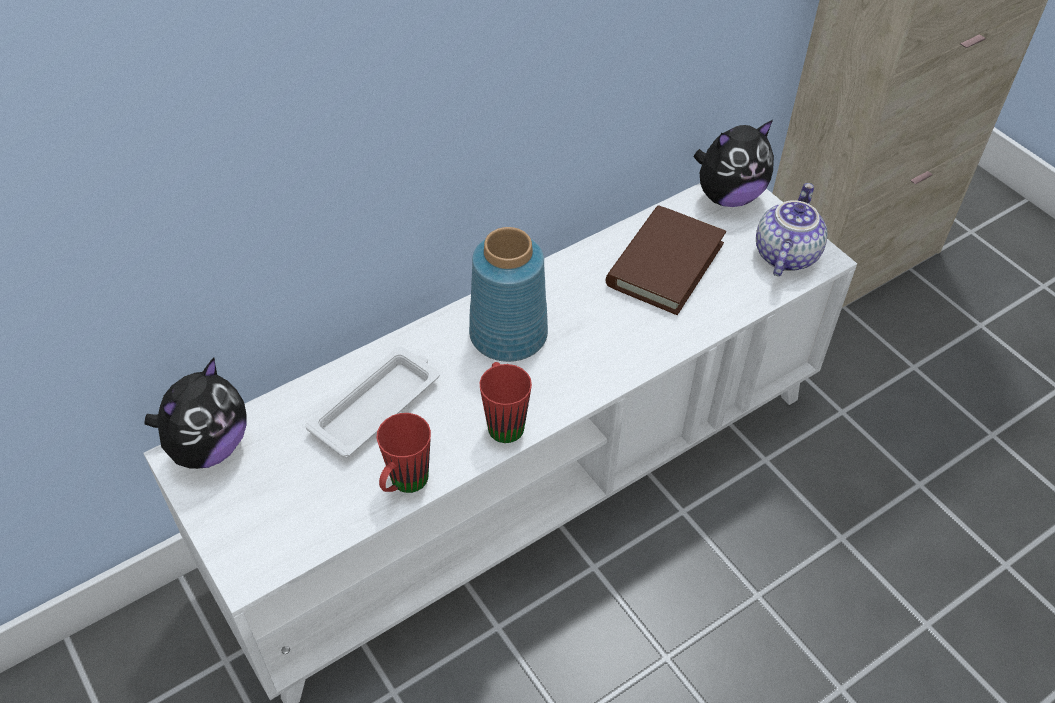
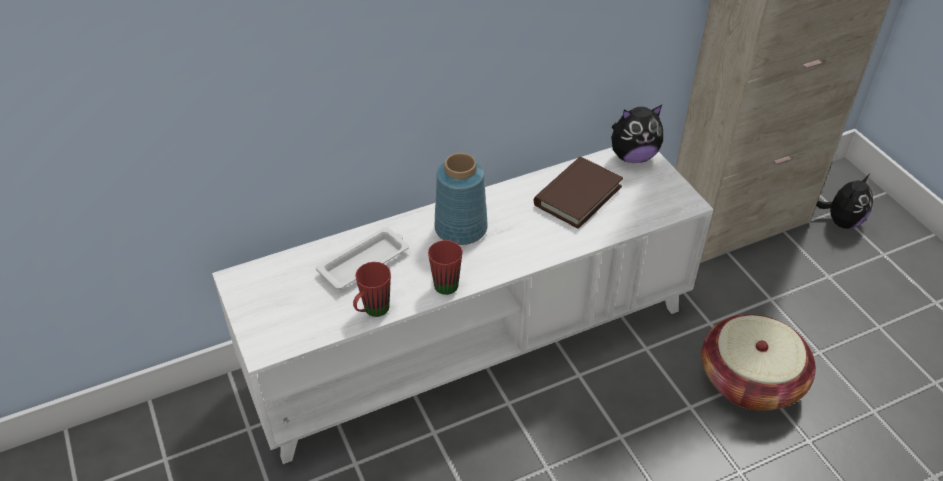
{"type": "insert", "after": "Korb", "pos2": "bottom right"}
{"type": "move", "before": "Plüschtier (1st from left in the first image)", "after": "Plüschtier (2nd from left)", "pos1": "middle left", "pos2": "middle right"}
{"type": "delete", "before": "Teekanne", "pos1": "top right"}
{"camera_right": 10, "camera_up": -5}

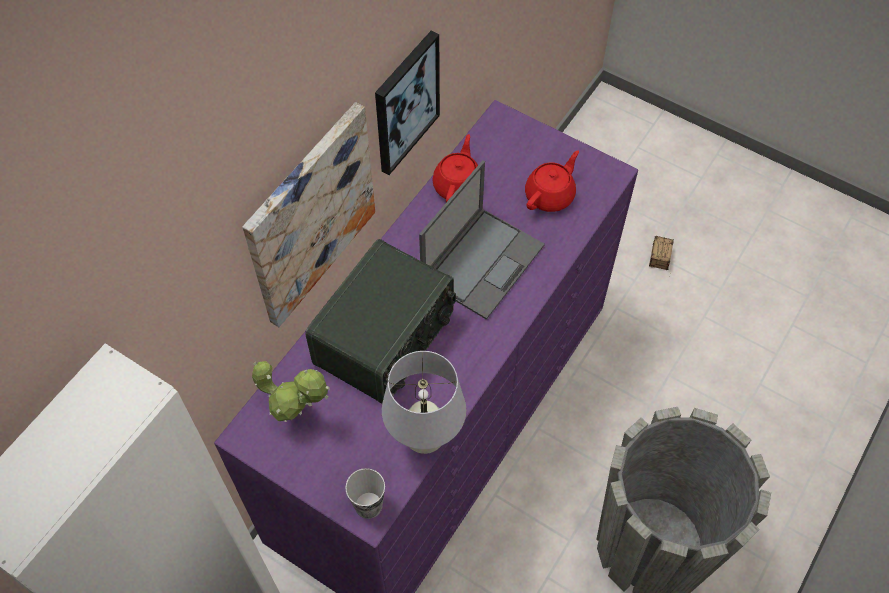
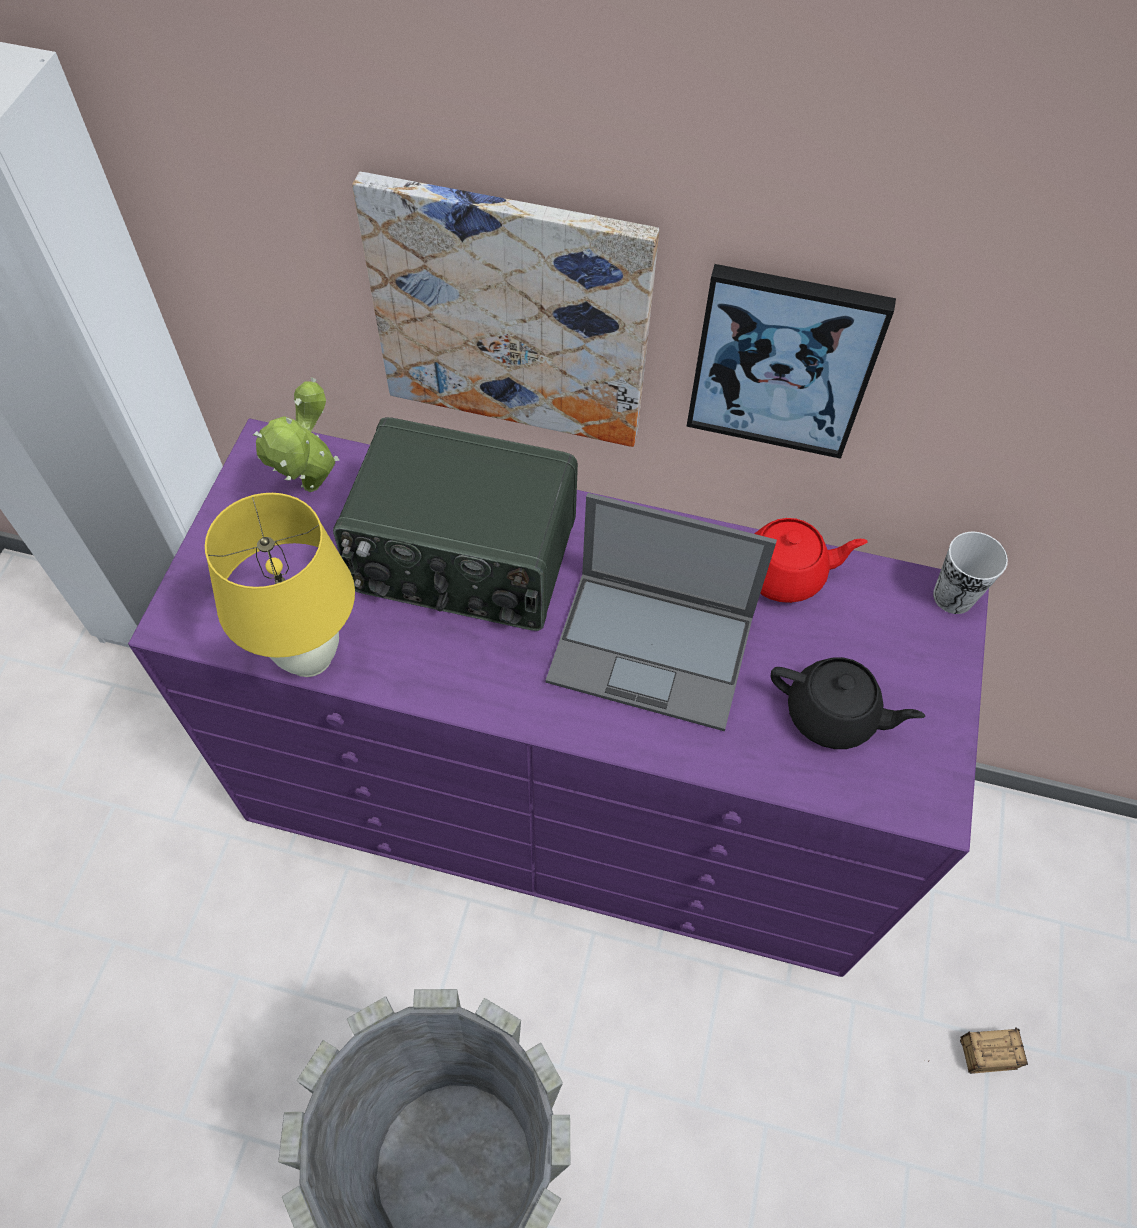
{"type": "recolor", "before": "Tischlampe [weiß]", "after": "Tischlampe [gelb]", "pos1": "bottom centre", "pos2": "middle left"}
{"type": "recolor", "before": "Teekanne [rot] (2nd from left)", "after": "Teekanne [schwarz]", "pos1": "top centre", "pos2": "middle right"}
{"type": "move", "before": "Tasse", "pos1": "bottom centre", "pos2": "middle right"}
{"camera_right": 70, "camera_up": 0}

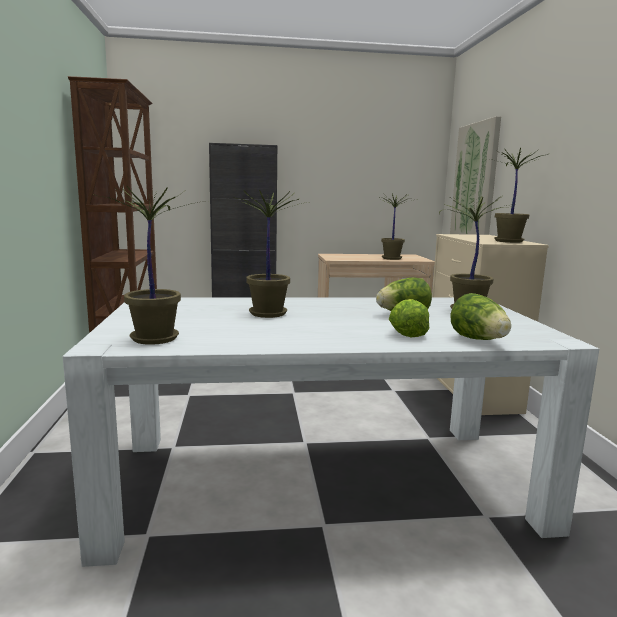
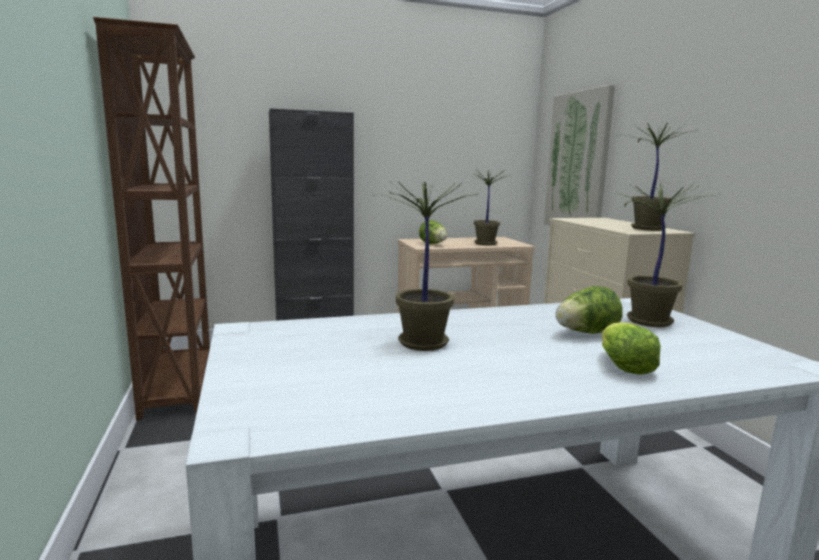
{"type": "move", "before": "Salatkopf (3rd from left in the first image)", "after": "Salatkopf (1st from left)", "pos1": "middle right", "pos2": "centre"}
{"type": "delete", "before": "Topfpflanze (1st from left)", "pos1": "middle left"}
{"camera_right": -10, "camera_up": 0}

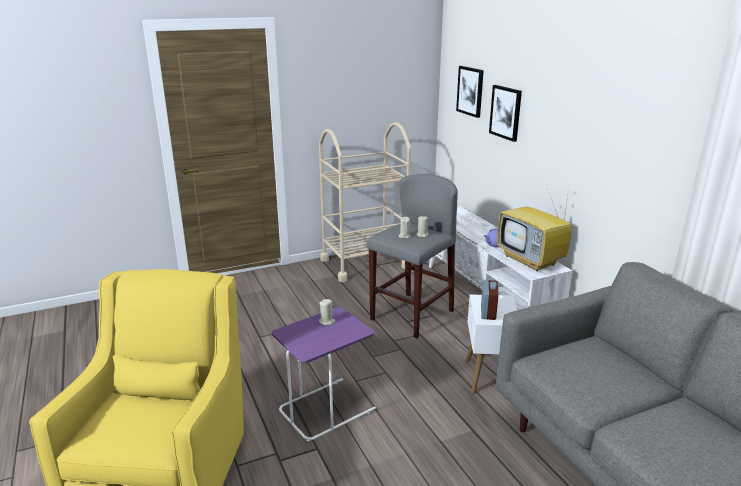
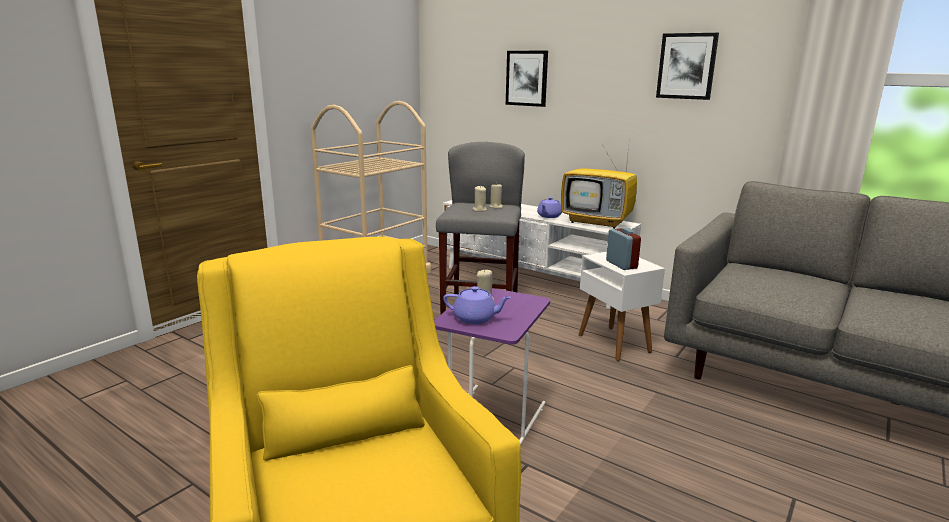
{"type": "insert", "after": "Teekanne [lila] (1st from left)", "pos2": "centre"}
{"type": "move", "before": "Bild (1st from left in the first image)", "after": "Bild (2nd from left)", "pos1": "top centre", "pos2": "top right"}
{"camera_right": -30, "camera_up": -5}

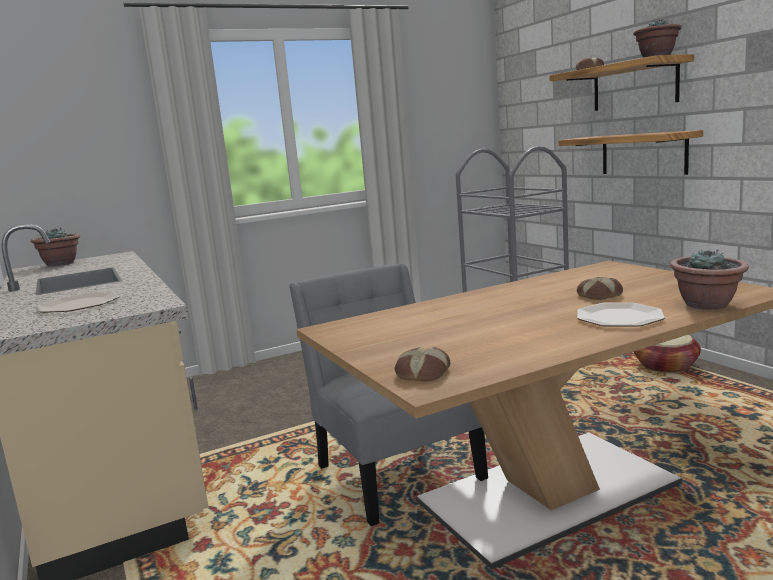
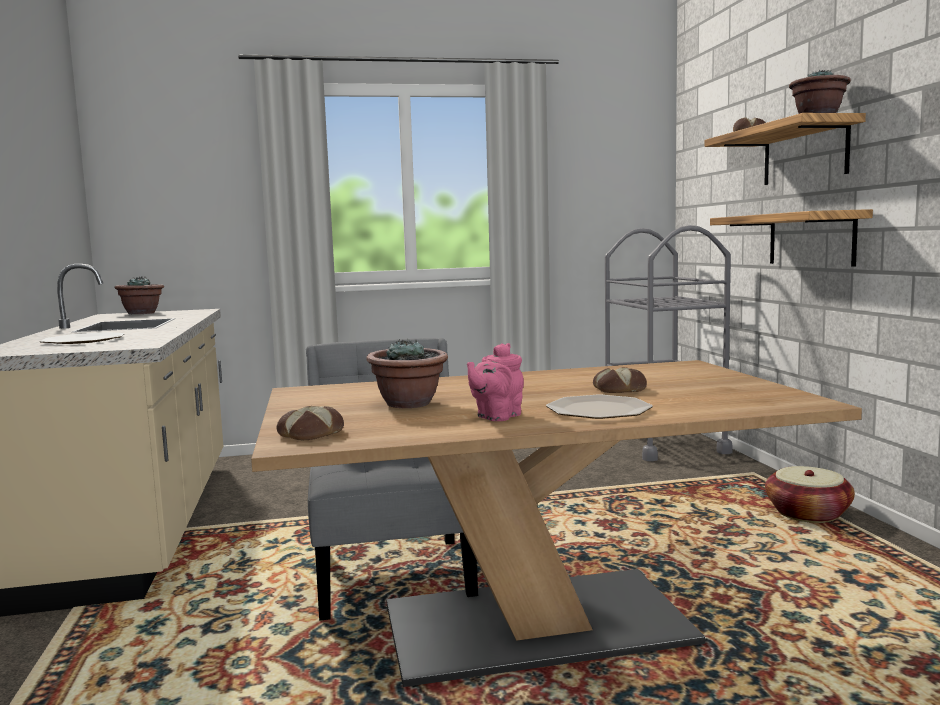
{"type": "move", "before": "Topfpflanze (3rd from left in the first image)", "after": "Topfpflanze (2nd from left)", "pos1": "middle right", "pos2": "centre"}
{"type": "insert", "after": "Teekanne [rosa]", "pos2": "centre"}
{"camera_right": 15, "camera_up": -5}

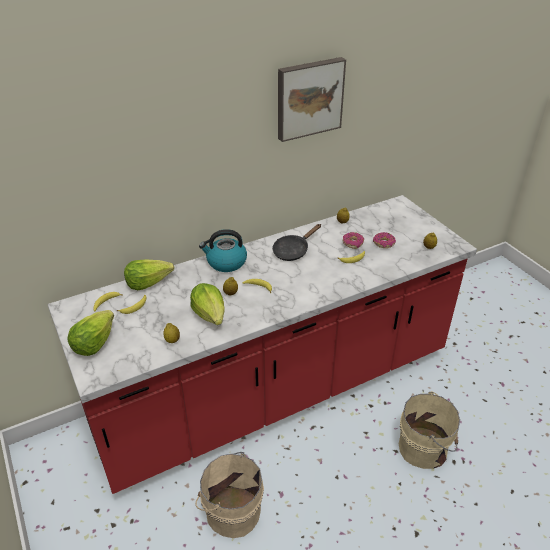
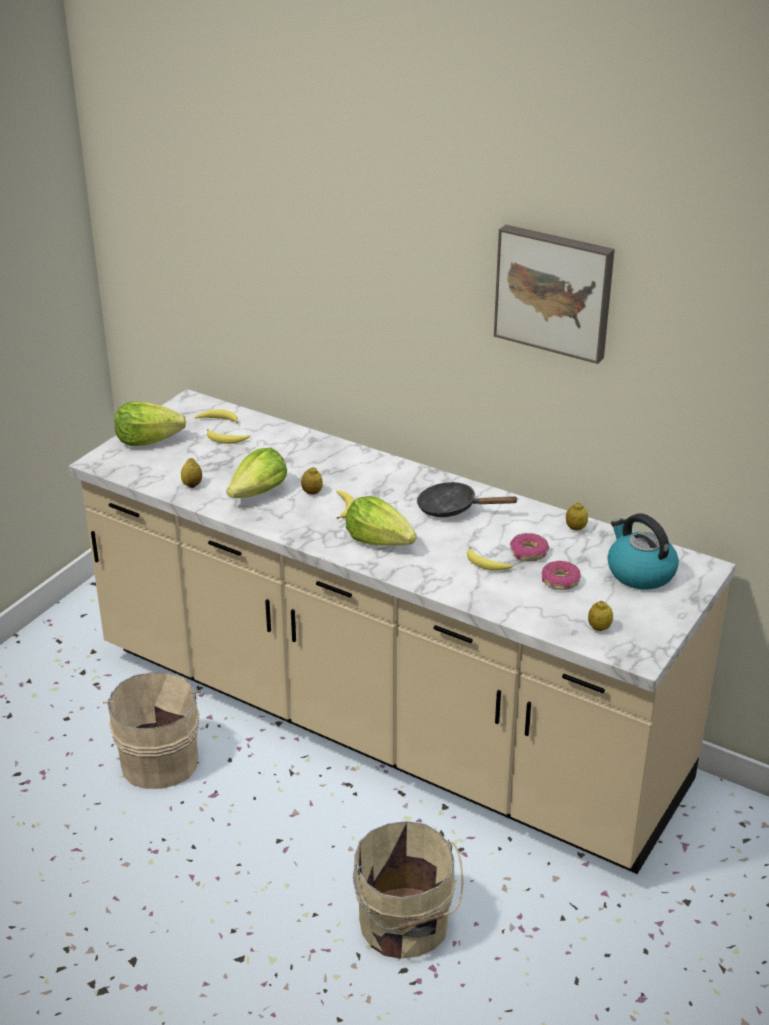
{"type": "recolor", "before": "Küchenzeile [rot]", "after": "Küchenzeile [beige]", "pos1": "centre", "pos2": "centre"}
{"type": "move", "before": "Salatkopf (2nd from left in the first image)", "after": "Salatkopf (3rd from left)", "pos1": "middle left", "pos2": "centre"}
{"type": "move", "before": "Wasserkessel", "pos1": "centre", "pos2": "middle right"}
{"camera_right": 60, "camera_up": -5}

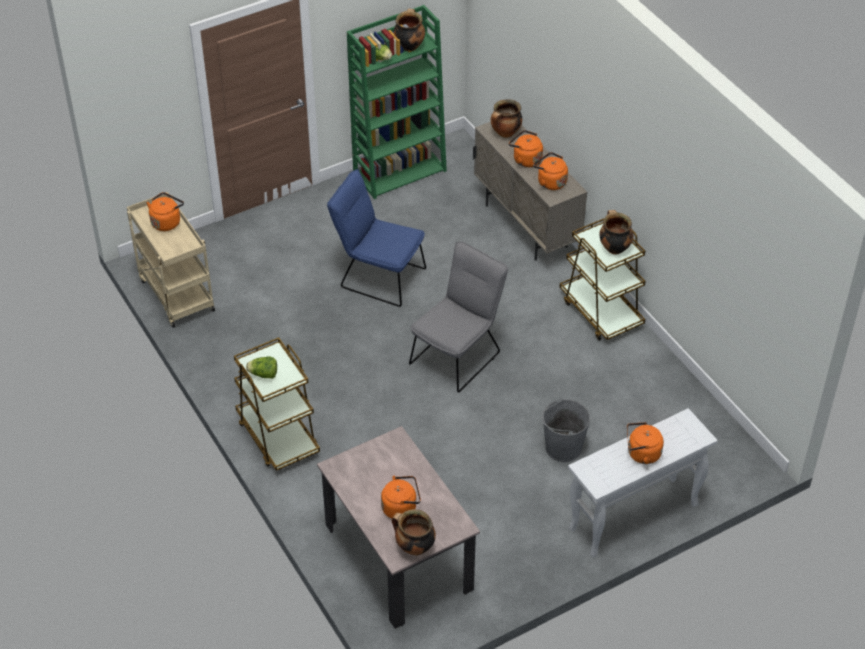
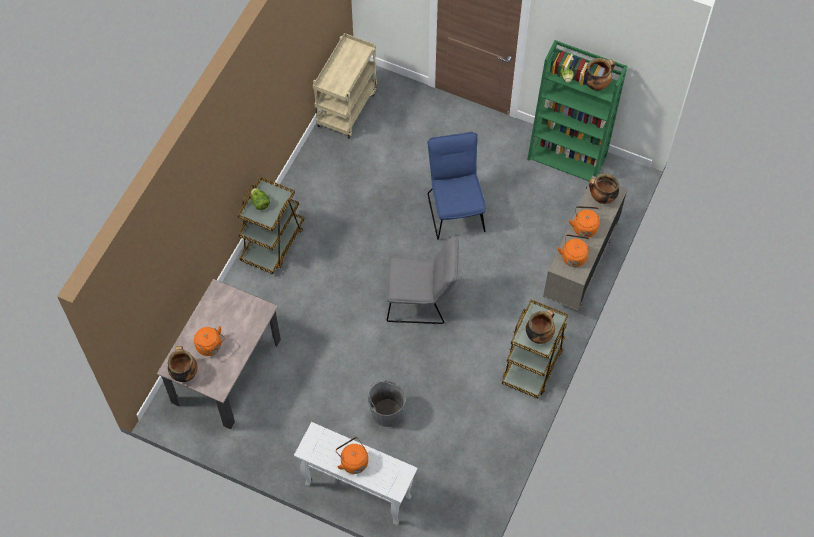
{"type": "delete", "before": "Wasserkessel [orange] (1st from left)", "pos1": "top left"}
{"camera_right": 55, "camera_up": 15}

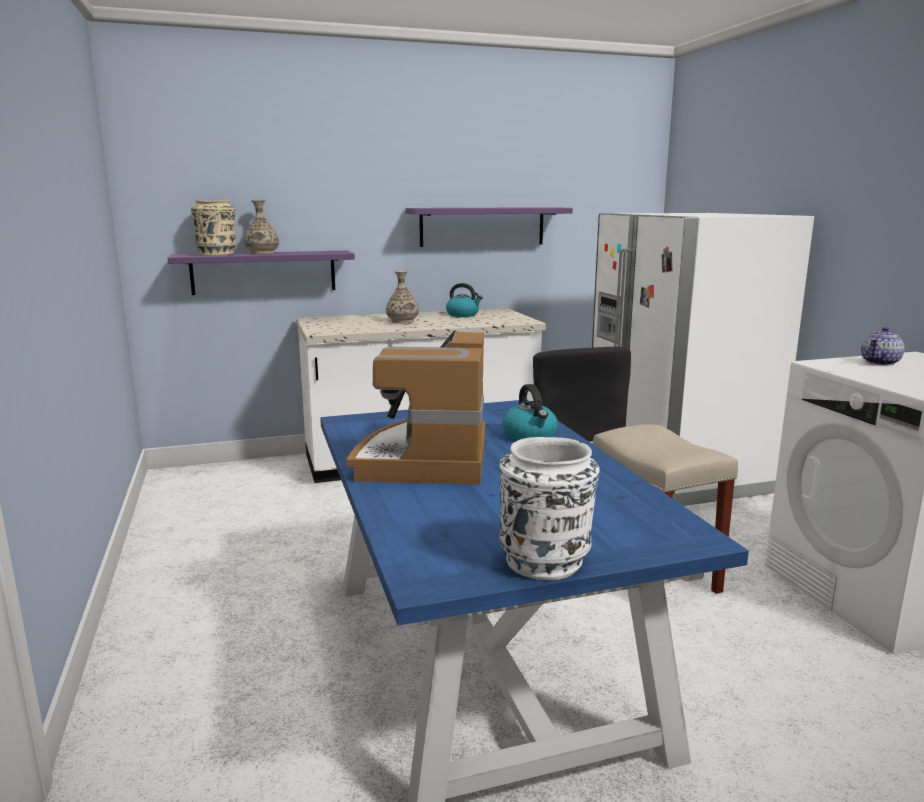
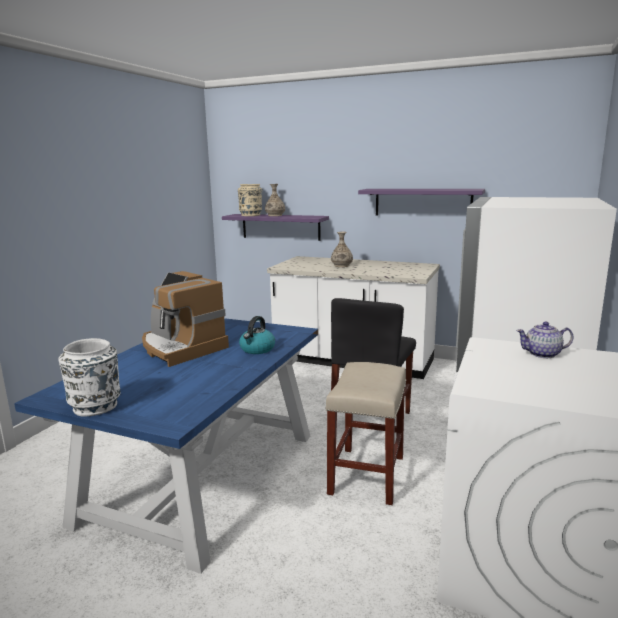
{"type": "rotate", "before": "Kaffeemaschine", "pos1": "centre", "pos2": "middle left", "turn": -90}
{"type": "delete", "before": "Wasserkessel (1st from left)", "pos1": "centre"}
{"camera_right": 40, "camera_up": 0}

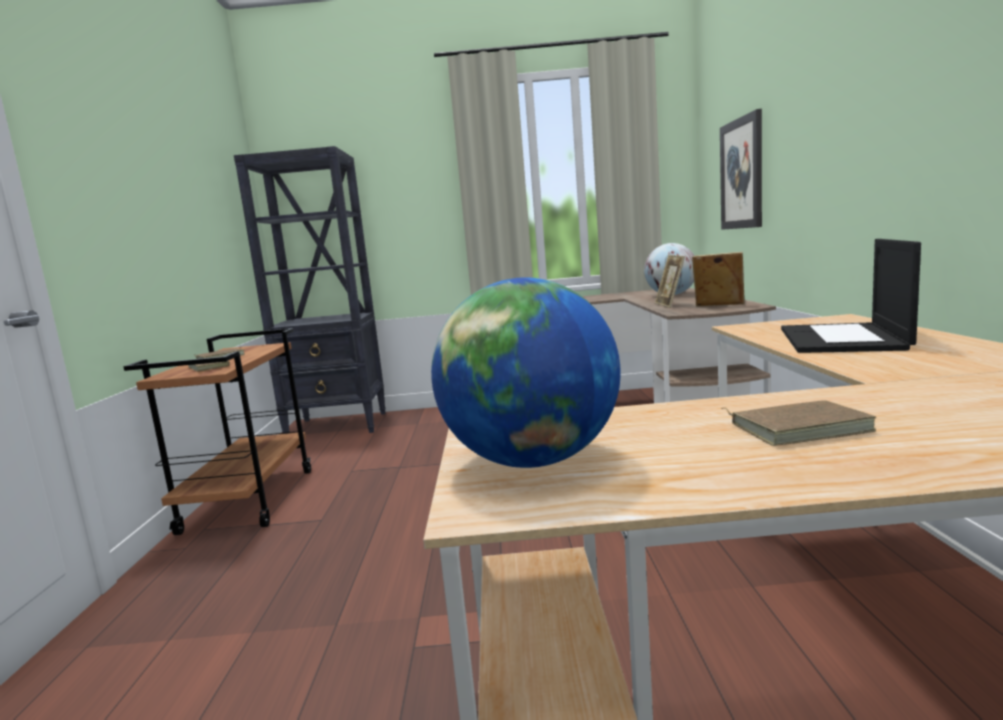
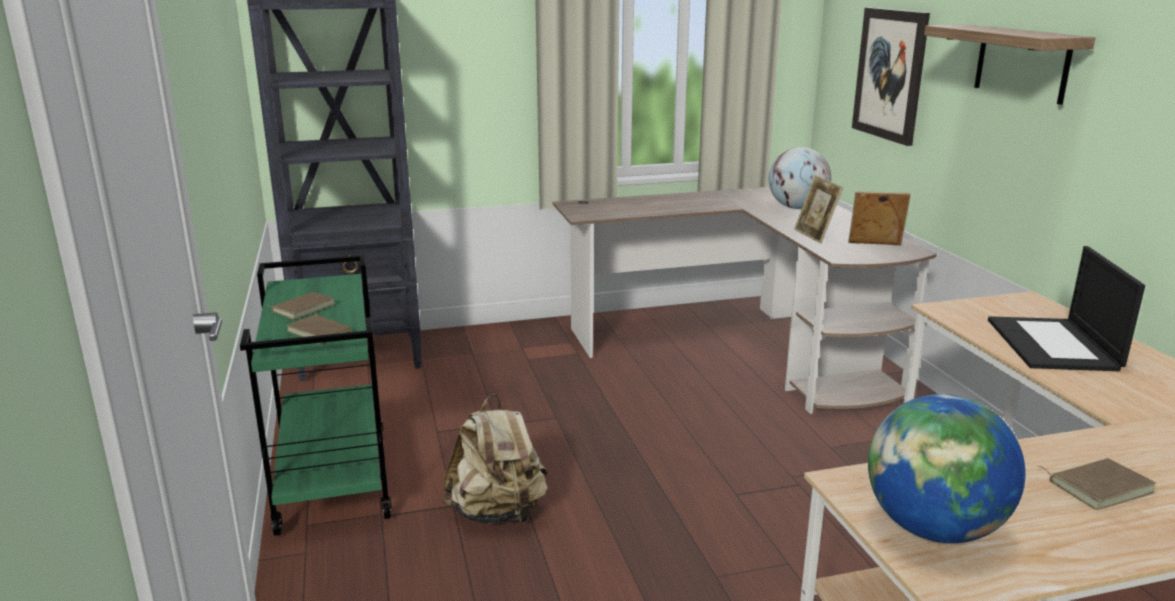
{"type": "recolor", "before": "Rollwagen [braun]", "after": "Rollwagen [grün]", "pos1": "middle left", "pos2": "middle left"}
{"type": "insert", "after": "Rucksack [beige]", "pos2": "bottom centre"}
{"type": "insert", "after": "Wandregal", "pos2": "top right"}
{"camera_right": -15, "camera_up": 10}

